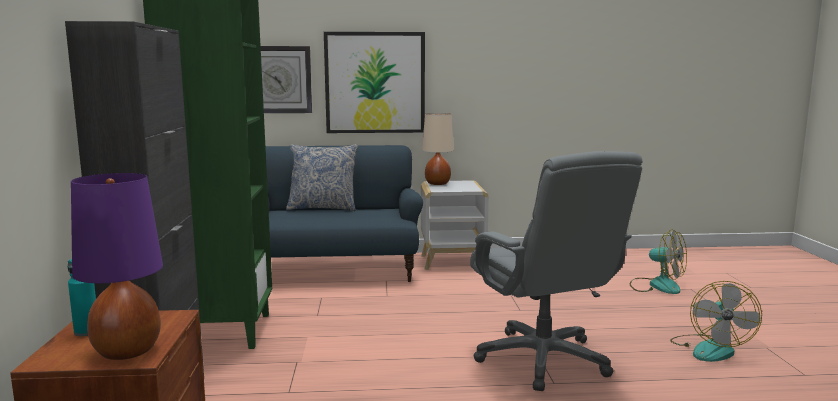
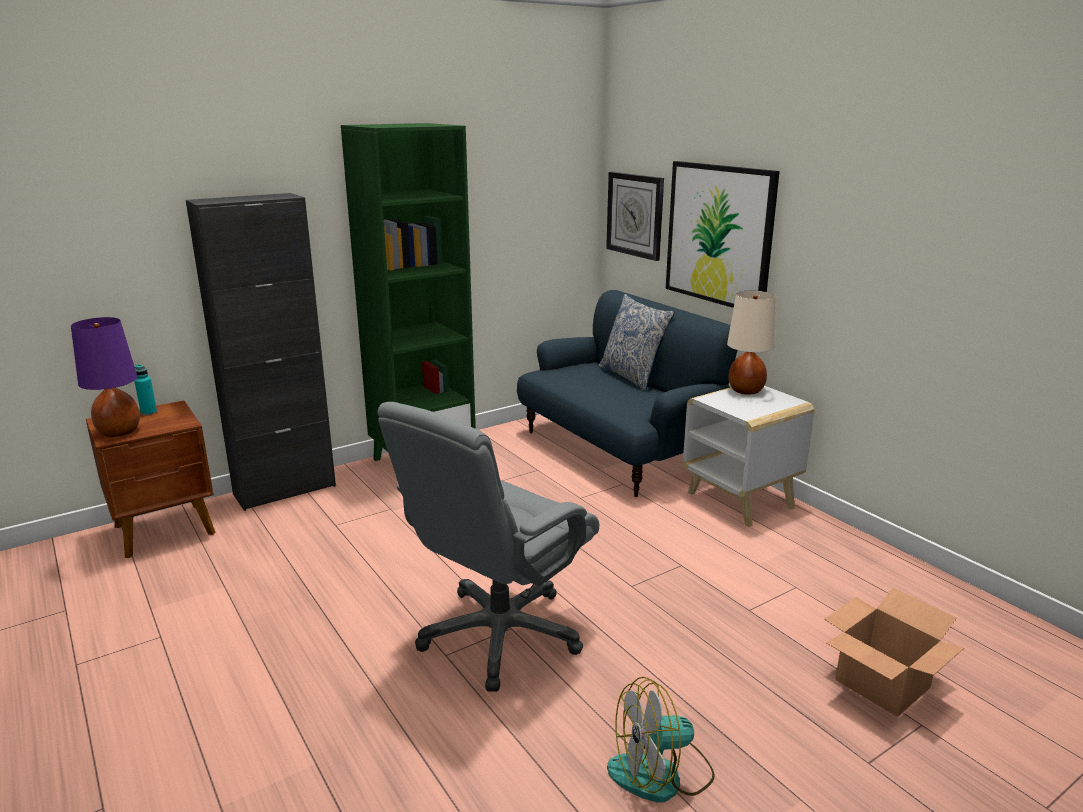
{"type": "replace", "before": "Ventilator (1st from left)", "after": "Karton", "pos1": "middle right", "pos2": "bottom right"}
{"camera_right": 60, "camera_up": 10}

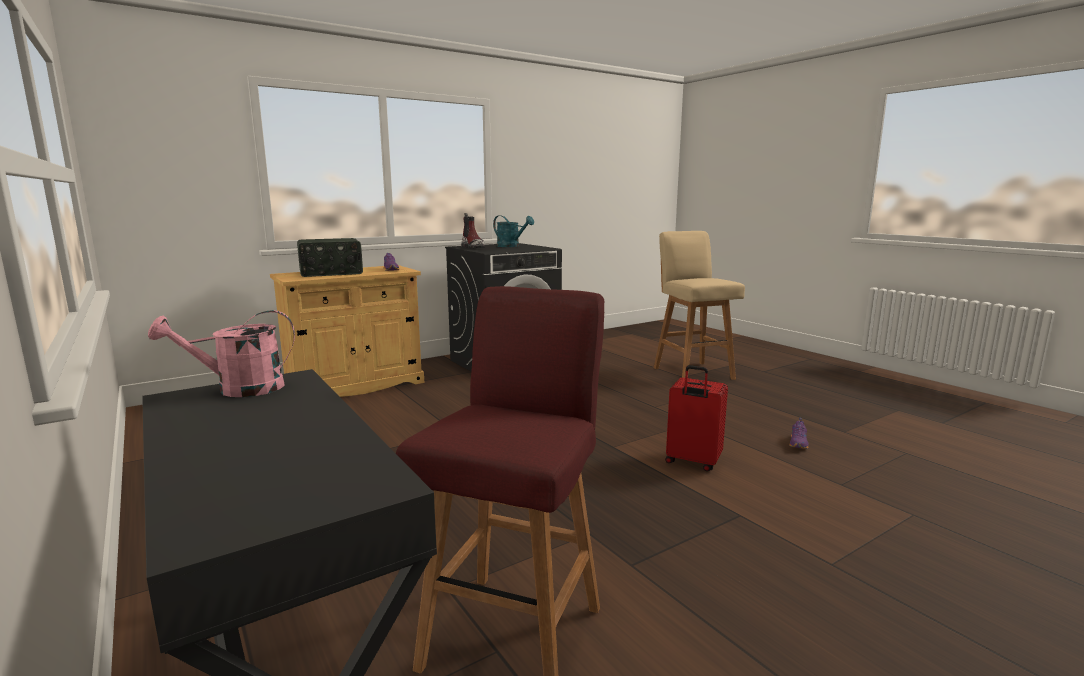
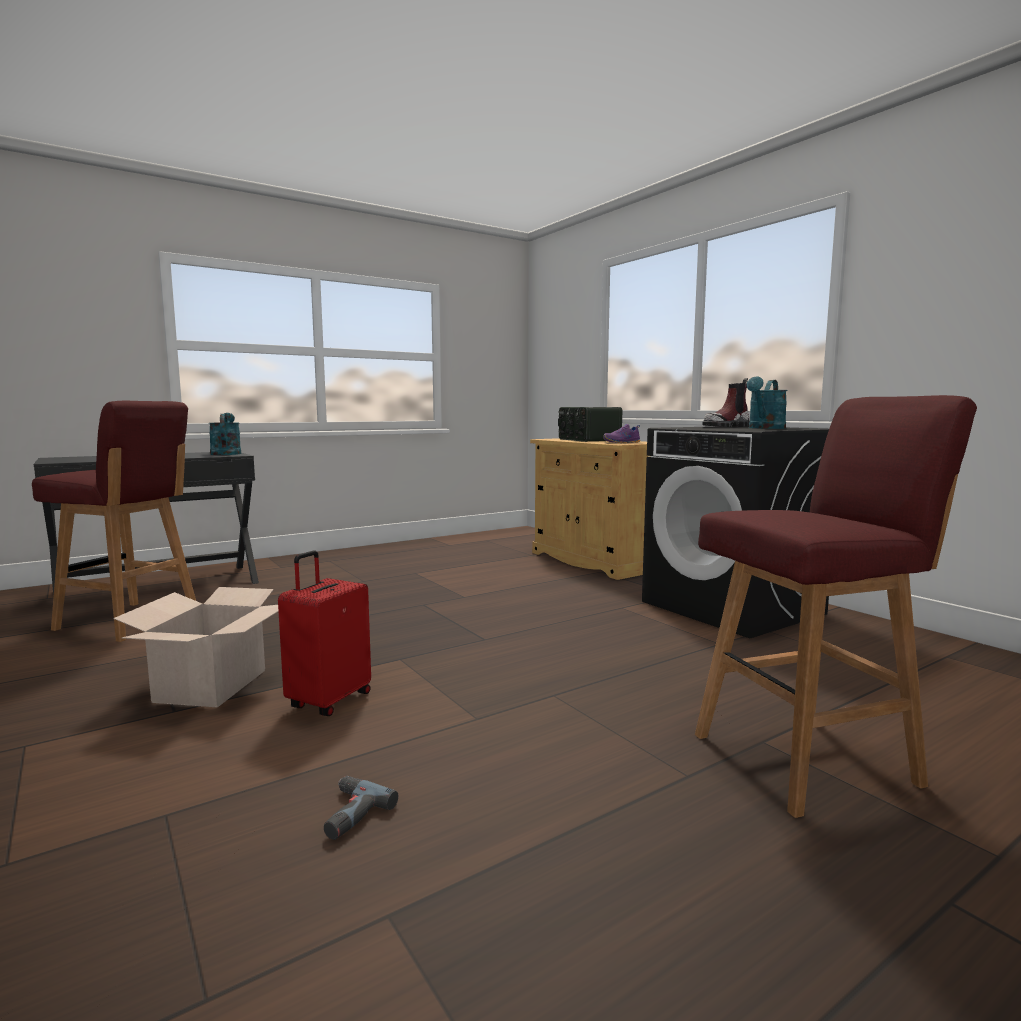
{"type": "insert", "after": "Karton", "pos2": "middle left"}
{"type": "recolor", "before": "Gießkanne [rosa]", "after": "Gießkanne [türkis] (1st from left)", "pos1": "middle left", "pos2": "middle left"}
{"type": "replace", "before": "Schuh [lila] (2nd from left)", "after": "Bohrmaschine", "pos1": "middle right", "pos2": "bottom centre"}
{"type": "recolor", "before": "Hocker [beige]", "after": "Hocker [rot] (2nd from left)", "pos1": "centre", "pos2": "middle right"}
{"camera_right": 90, "camera_up": -5}

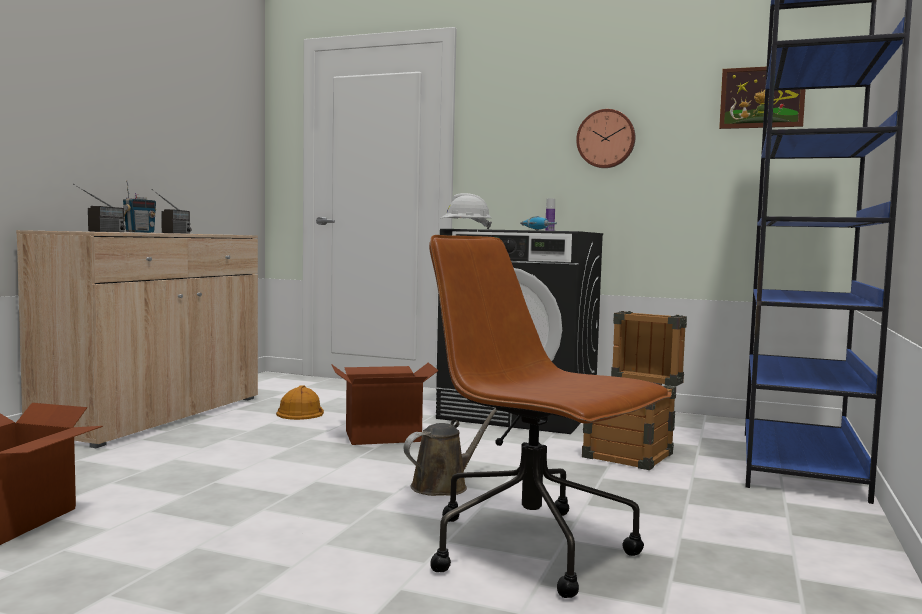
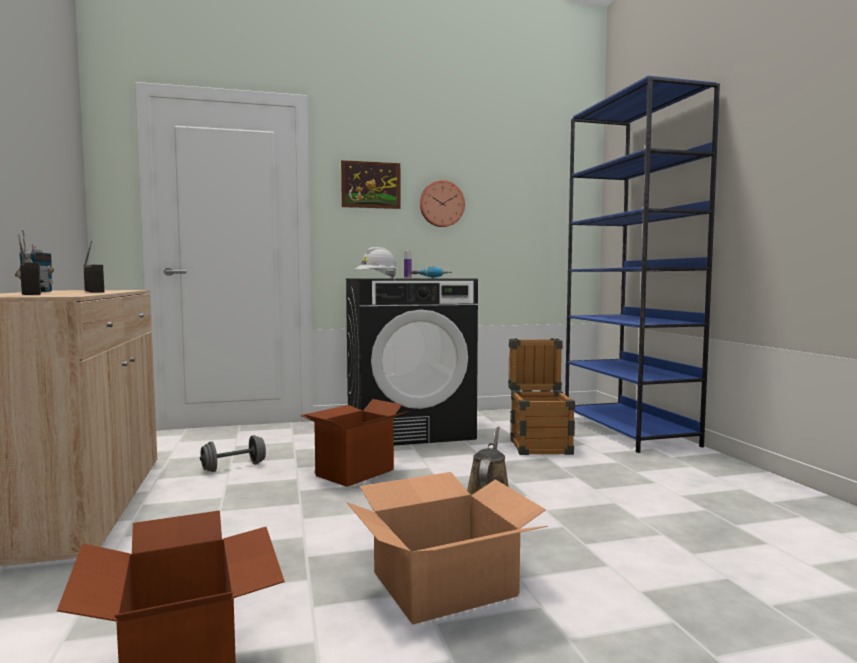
{"type": "replace", "before": "Schutzhelm [orange]", "after": "Hantel [grau]", "pos1": "middle left", "pos2": "bottom left"}
{"type": "move", "before": "Bild", "pos1": "top right", "pos2": "top centre"}
{"type": "insert", "after": "Karton (3rd from left)", "pos2": "bottom centre"}
{"type": "delete", "before": "Bürostuhl [braun]", "pos1": "bottom centre"}
{"camera_right": -35, "camera_up": 0}

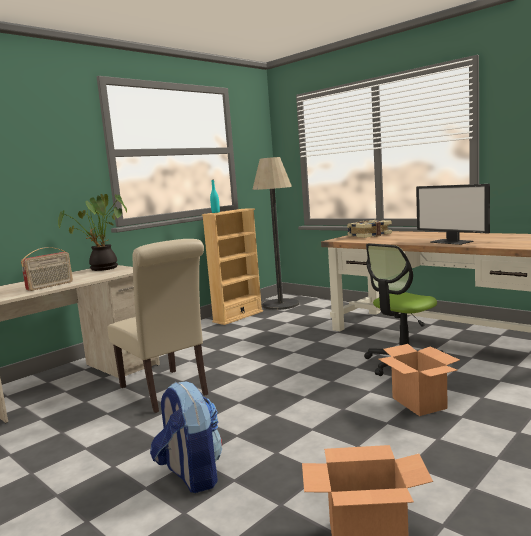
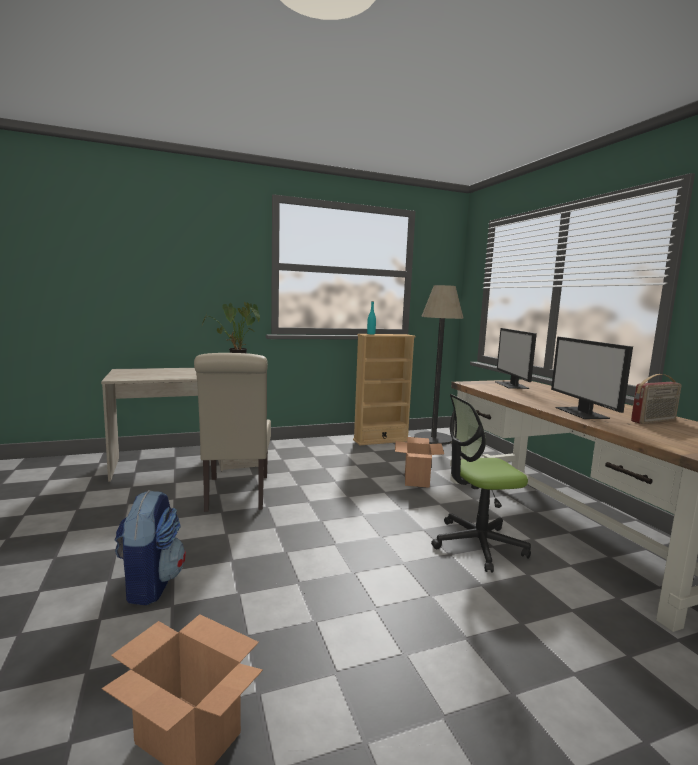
{"type": "move", "before": "Karton (2nd from left)", "pos1": "bottom right", "pos2": "centre"}
{"type": "replace", "before": "Buch", "after": "Monitor (1st from left)", "pos1": "middle right", "pos2": "middle right"}
{"type": "move", "before": "Radio", "pos1": "middle left", "pos2": "middle right"}
{"camera_right": 25, "camera_up": 0}

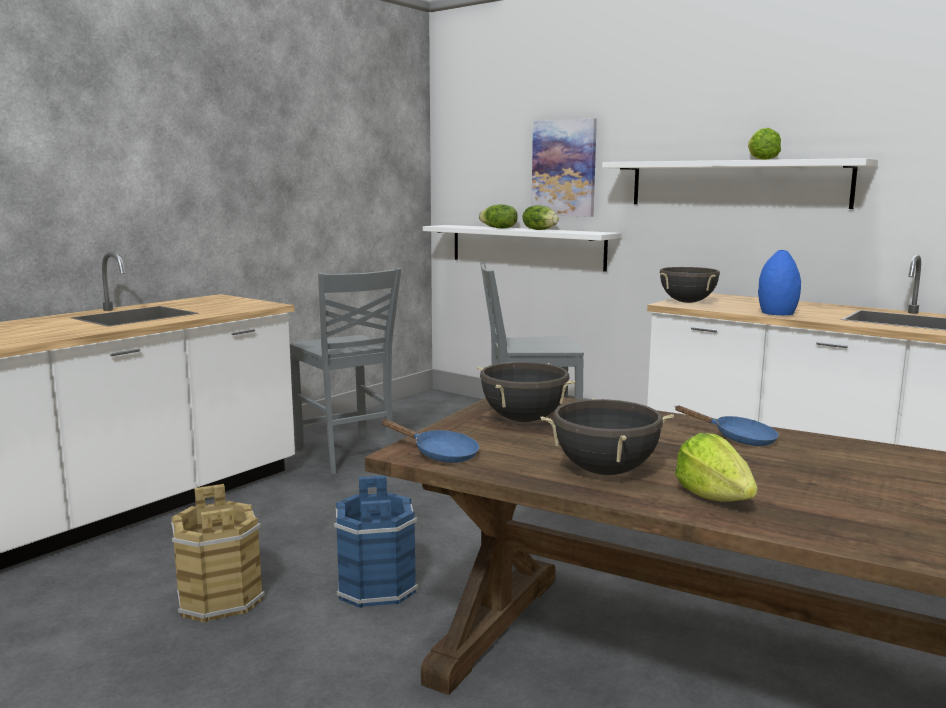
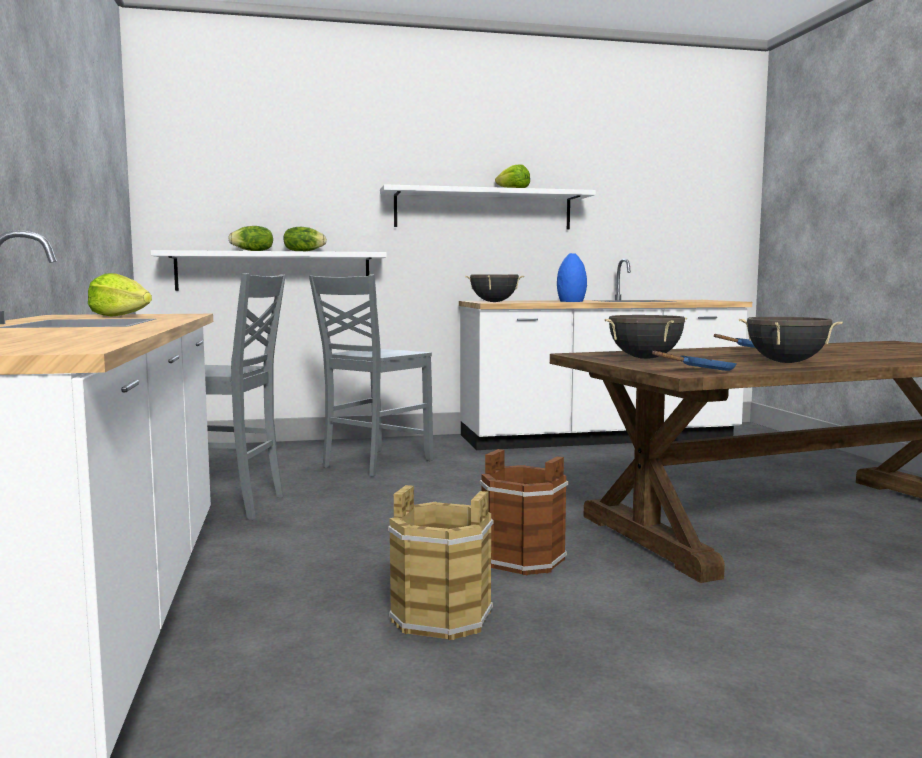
{"type": "move", "before": "Salatkopf (3rd from left in the first image)", "after": "Salatkopf (1st from left)", "pos1": "middle right", "pos2": "middle left"}
{"type": "recolor", "before": "Eimer [blau]", "after": "Eimer [braun] (2nd from left)", "pos1": "bottom centre", "pos2": "bottom centre"}
{"type": "delete", "before": "Bild", "pos1": "top centre"}
{"camera_right": -50, "camera_up": -5}

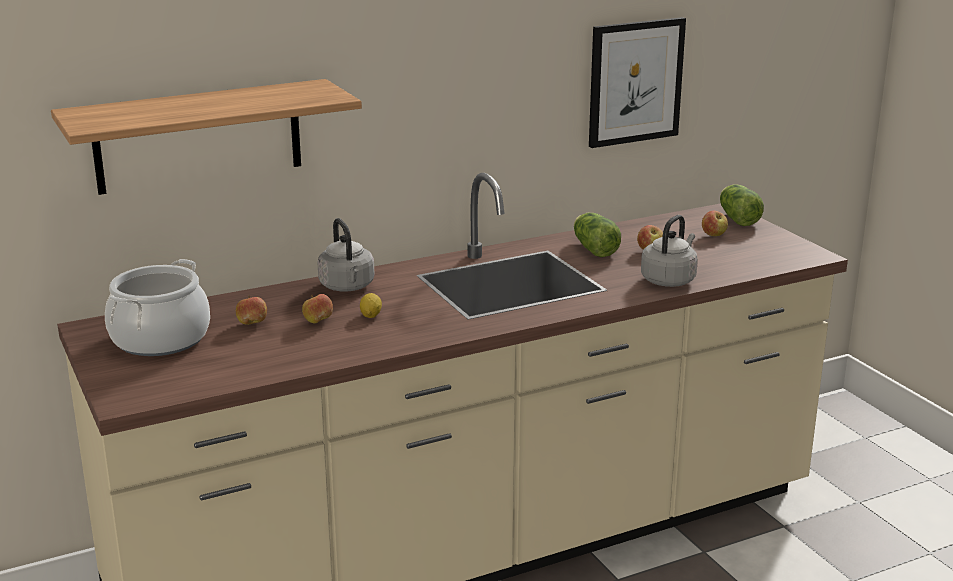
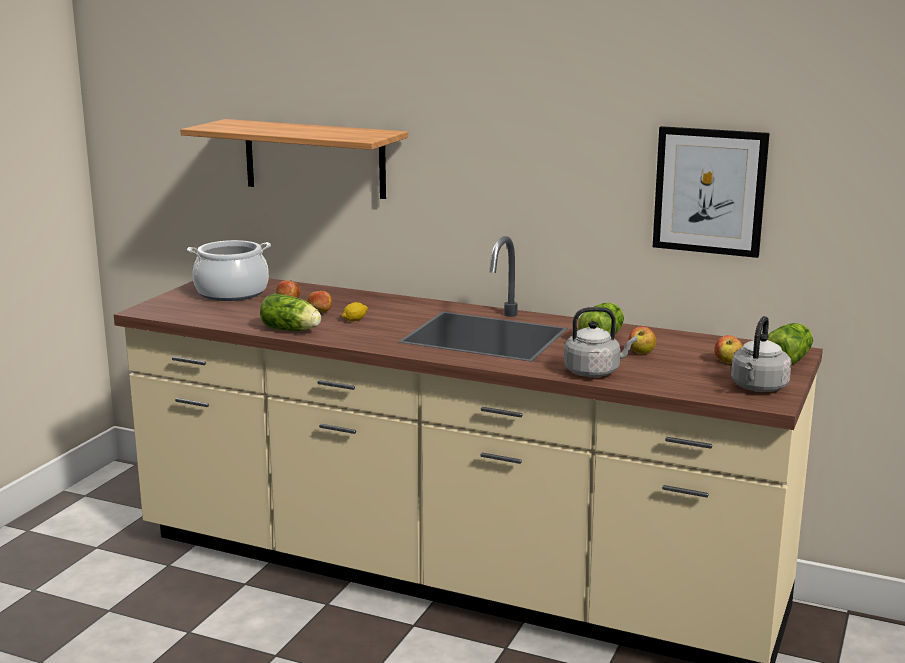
{"type": "insert", "after": "Salatkopf (1st from left)", "pos2": "middle left"}
{"type": "move", "before": "Wasserkessel [grau] (1st from left in the first image)", "after": "Wasserkessel [grau] (2nd from left)", "pos1": "centre", "pos2": "middle right"}
{"camera_right": 50, "camera_up": -5}

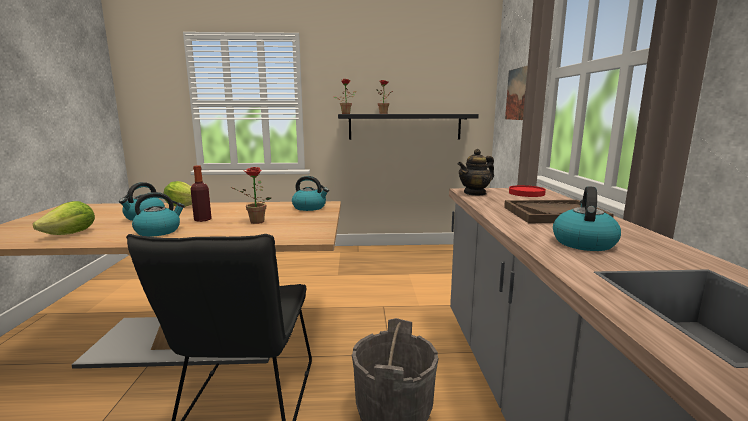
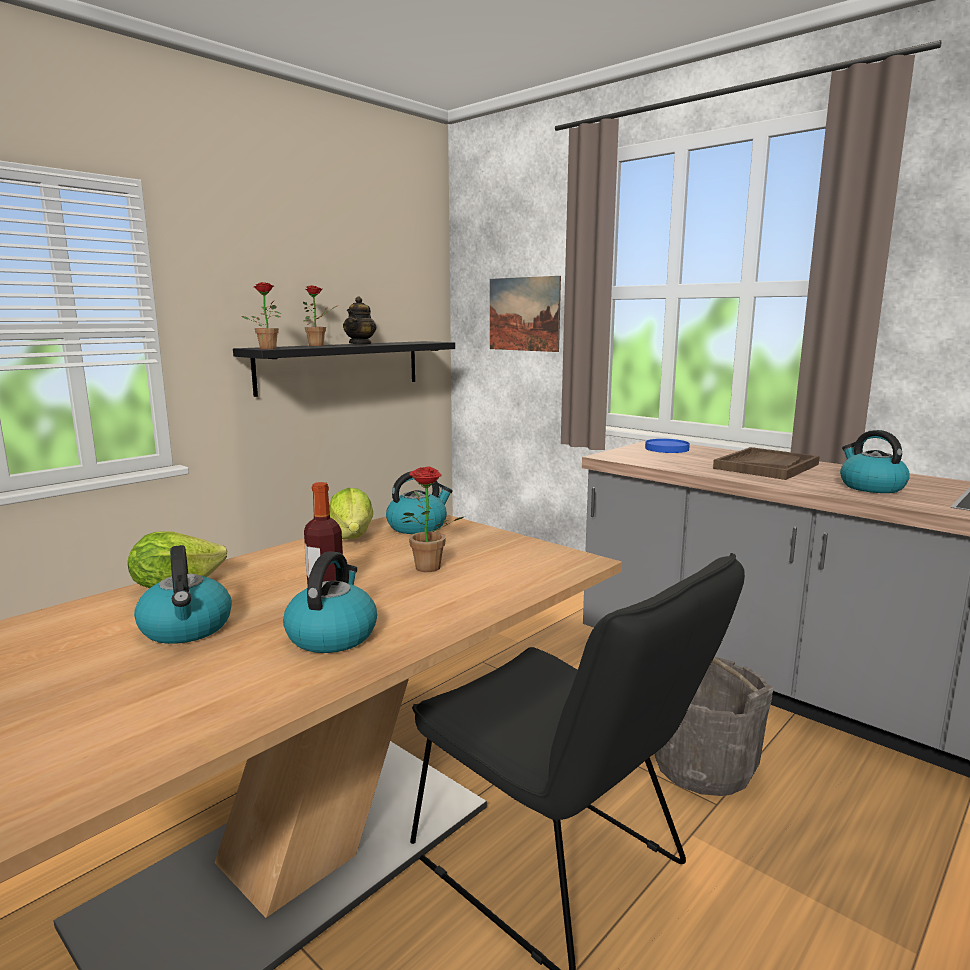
{"type": "move", "before": "Salatkopf (1st from left in the first image)", "after": "Salatkopf (2nd from left)", "pos1": "middle left", "pos2": "centre"}
{"type": "move", "before": "Teekanne", "pos1": "centre", "pos2": "top centre"}
{"type": "recolor", "before": "Teller [rot]", "after": "Teller [blau]", "pos1": "middle right", "pos2": "middle right"}
{"camera_right": -45, "camera_up": 0}

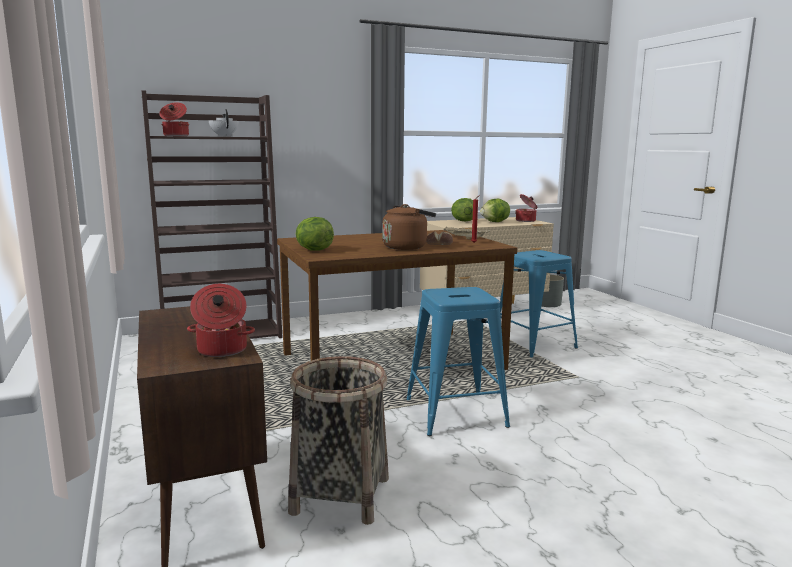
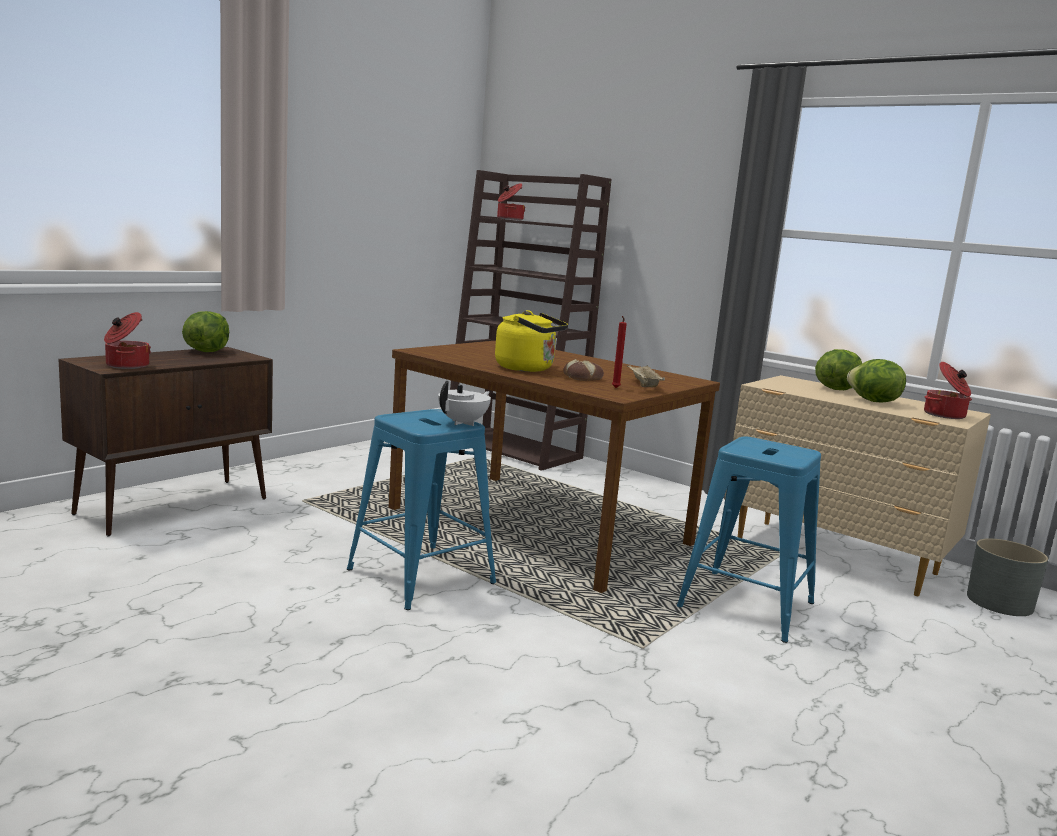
{"type": "move", "before": "Salatkopf (1st from left)", "pos1": "centre", "pos2": "middle left"}
{"type": "move", "before": "Teekanne [weiß]", "pos1": "top left", "pos2": "centre"}
{"type": "recolor", "before": "Wasserkessel [braun]", "after": "Wasserkessel [gelb]", "pos1": "centre", "pos2": "centre"}
{"type": "delete", "before": "Korb", "pos1": "bottom centre"}
{"camera_right": 60, "camera_up": 0}

